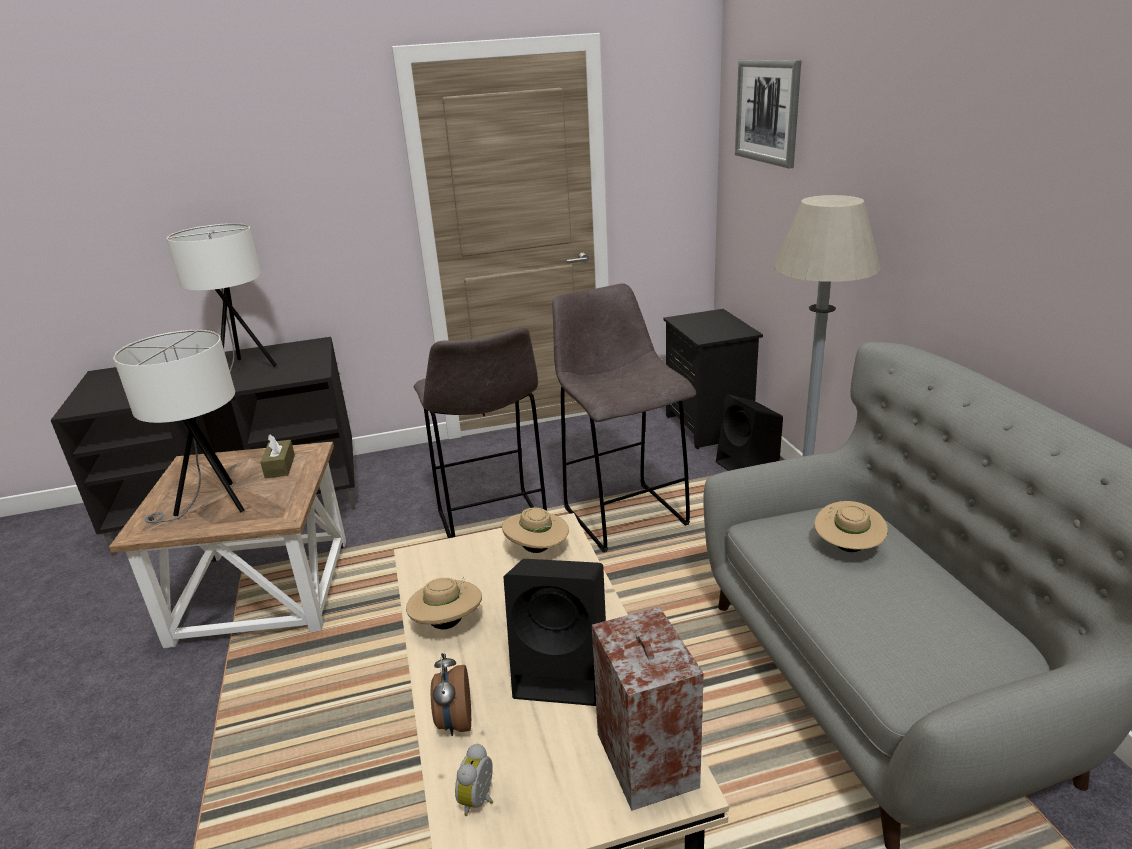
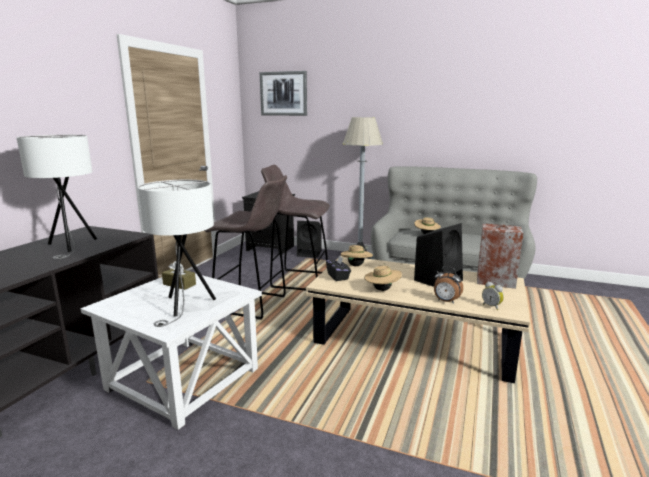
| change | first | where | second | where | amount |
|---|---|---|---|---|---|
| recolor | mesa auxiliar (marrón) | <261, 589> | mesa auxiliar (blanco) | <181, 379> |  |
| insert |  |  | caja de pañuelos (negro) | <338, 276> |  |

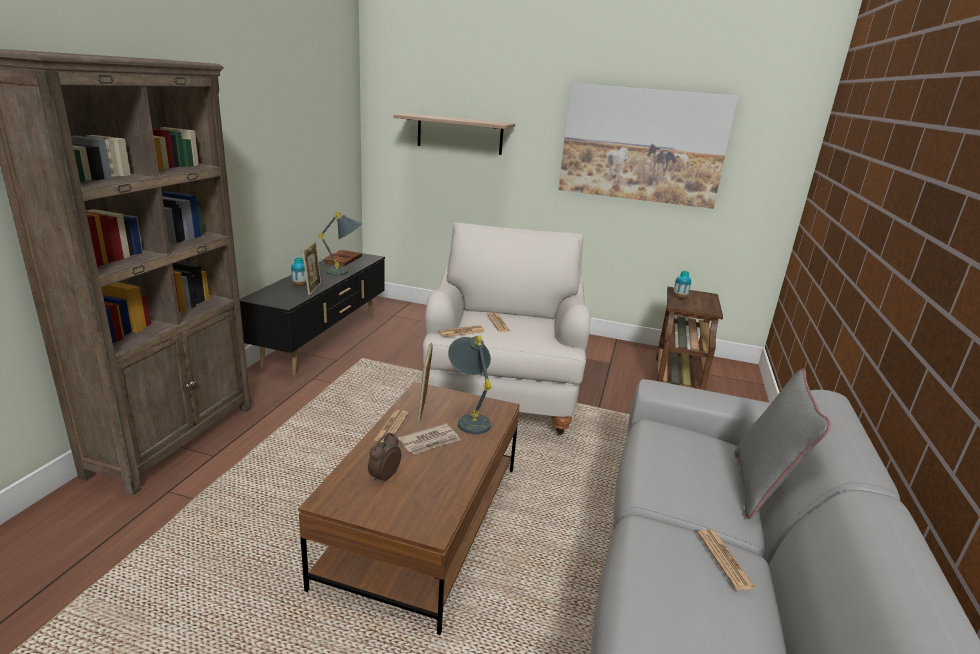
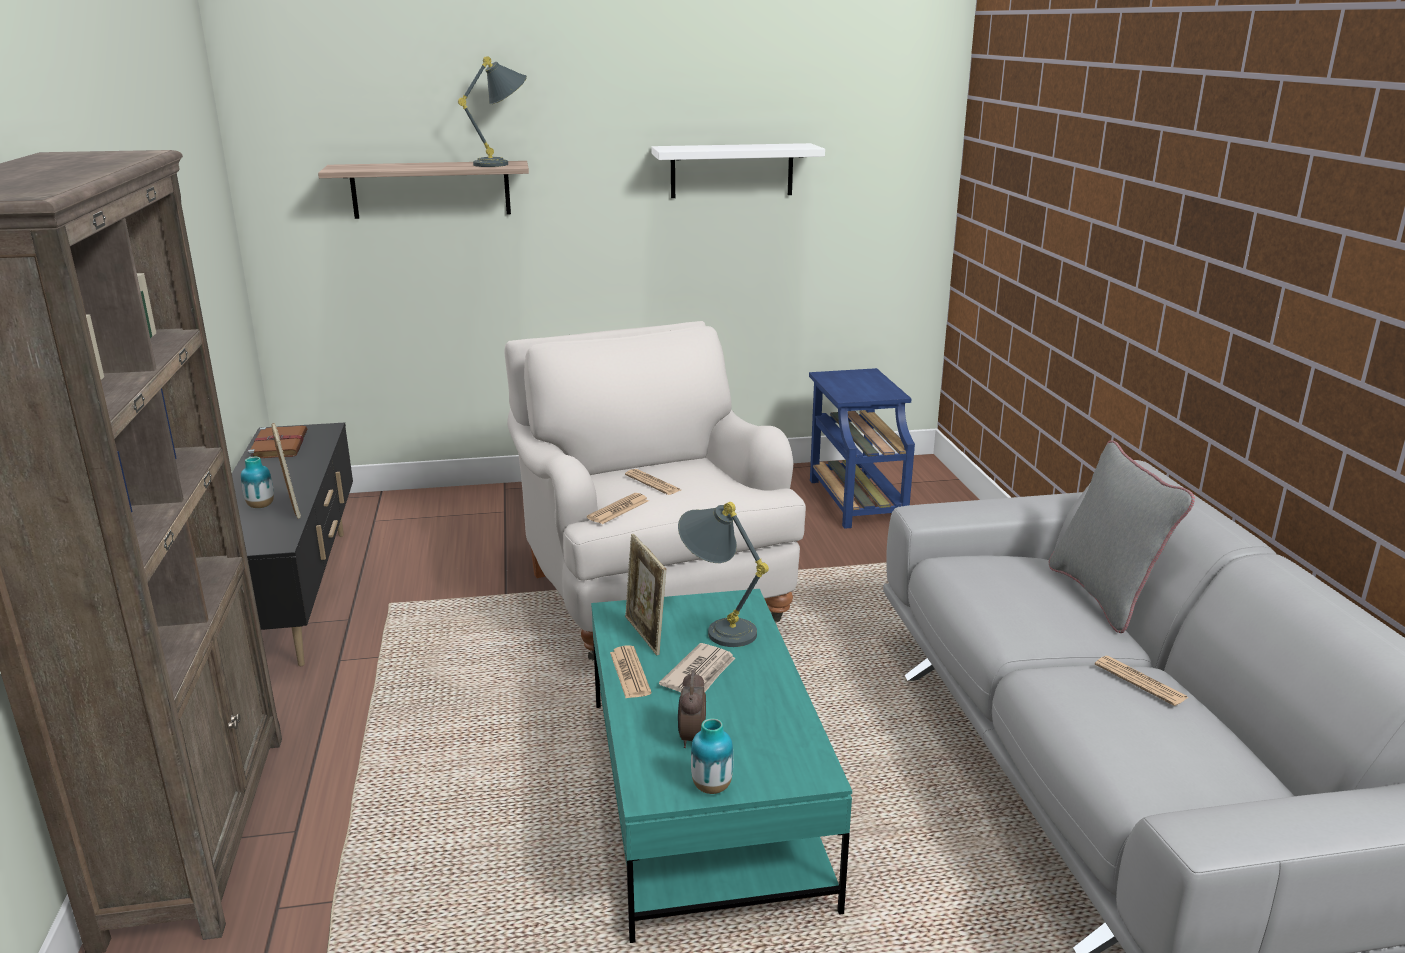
| change | first | where | second | where | amount |
|---|---|---|---|---|---|
| move | lámpara de mesa (gris) | <345, 272> |  | <503, 164> |  |
| recolor | mesa de centro (marrón) | <424, 523> | mesa de centro (turquesa) | <704, 797> |  |
| replace | cuadro | <642, 145> | estante (blanco) | <732, 170> |  |
| move | florero | <679, 297> |  | <711, 787> |  |
| recolor | mesa auxiliar (marrón) | <677, 378> | mesa auxiliar (azul) | <855, 500> |  |

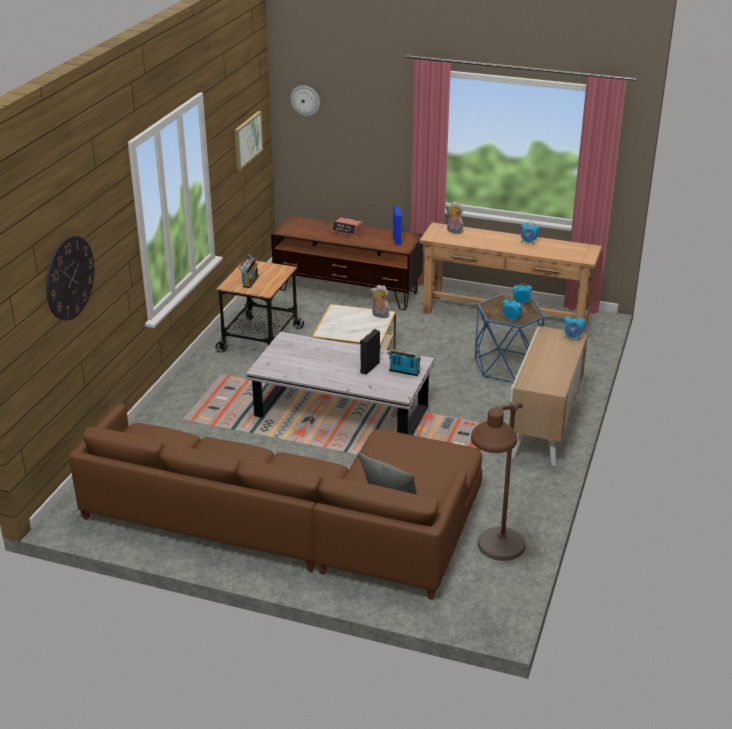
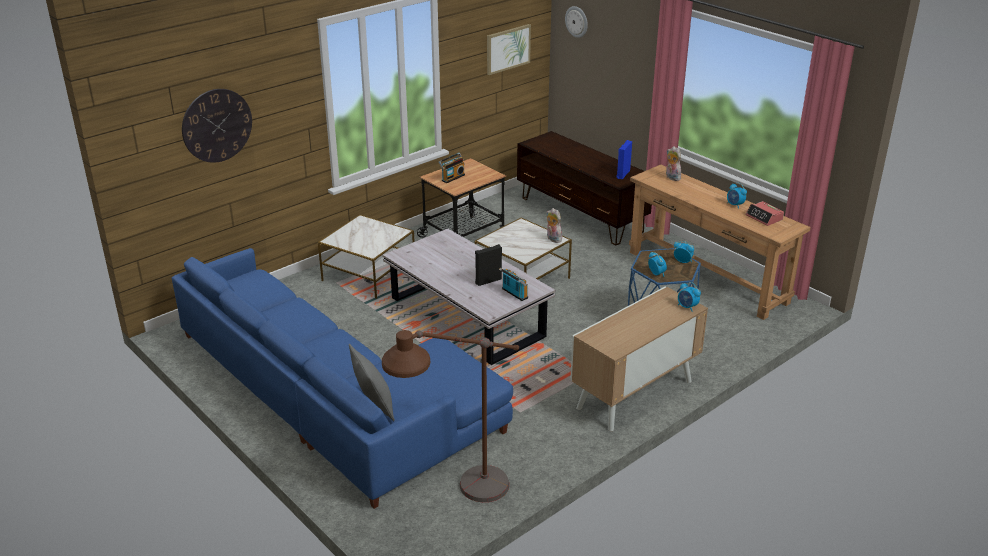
| change | first | where | second | where | amount |
|---|---|---|---|---|---|
| recolor | sofá (marrón) | <296, 523> | sofá (azul) | <333, 398> |  |
| insert |  |  | mesa auxiliar | <369, 274> |  |
| move | despertador | <347, 230> |  | <764, 217> |  |

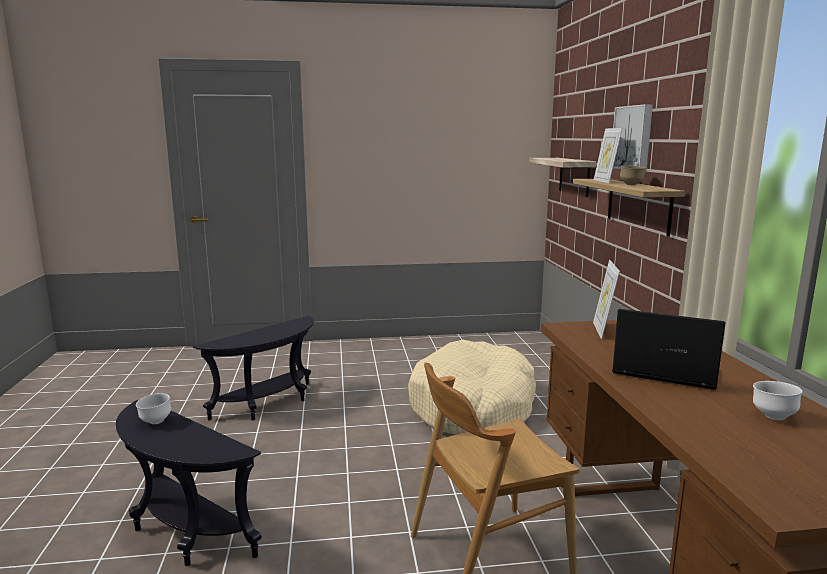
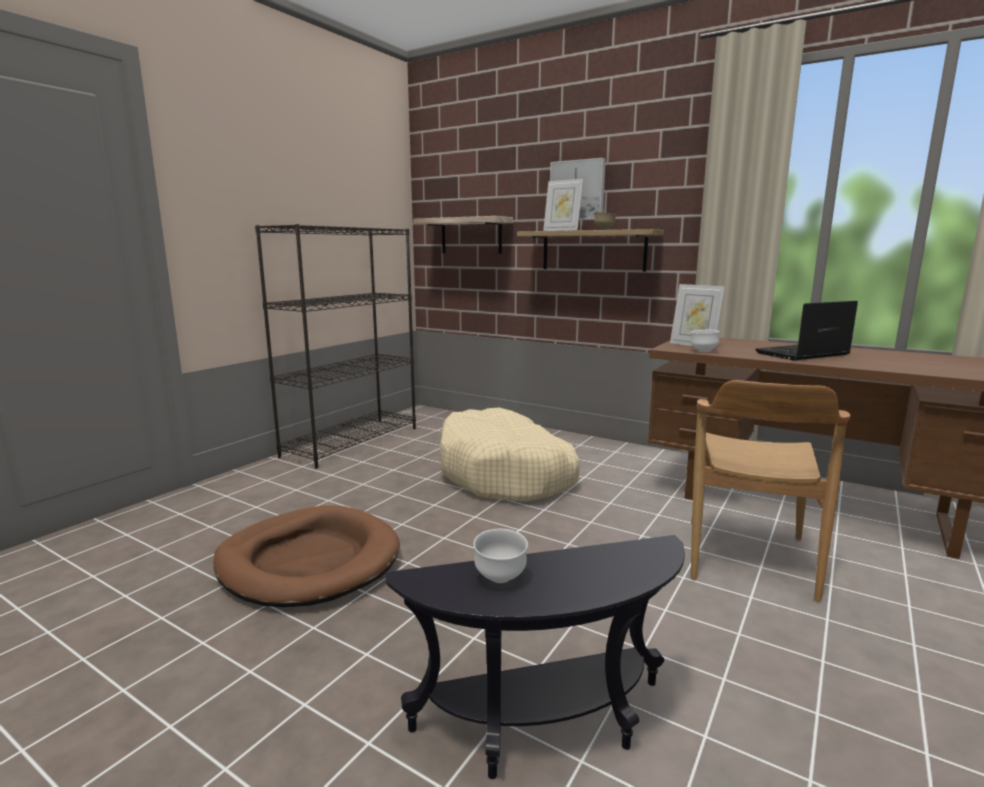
| change | first | where | second | where | amount |
|---|---|---|---|---|---|
| replace | mesa auxiliar (negro) | <269, 404> | cama para perro (marrón) | <309, 561> |  |
| insert |  |  | estantería (negro) | <352, 441> |  |
| move | cuenco (blanco) | <772, 417> |  | <703, 351> |  |

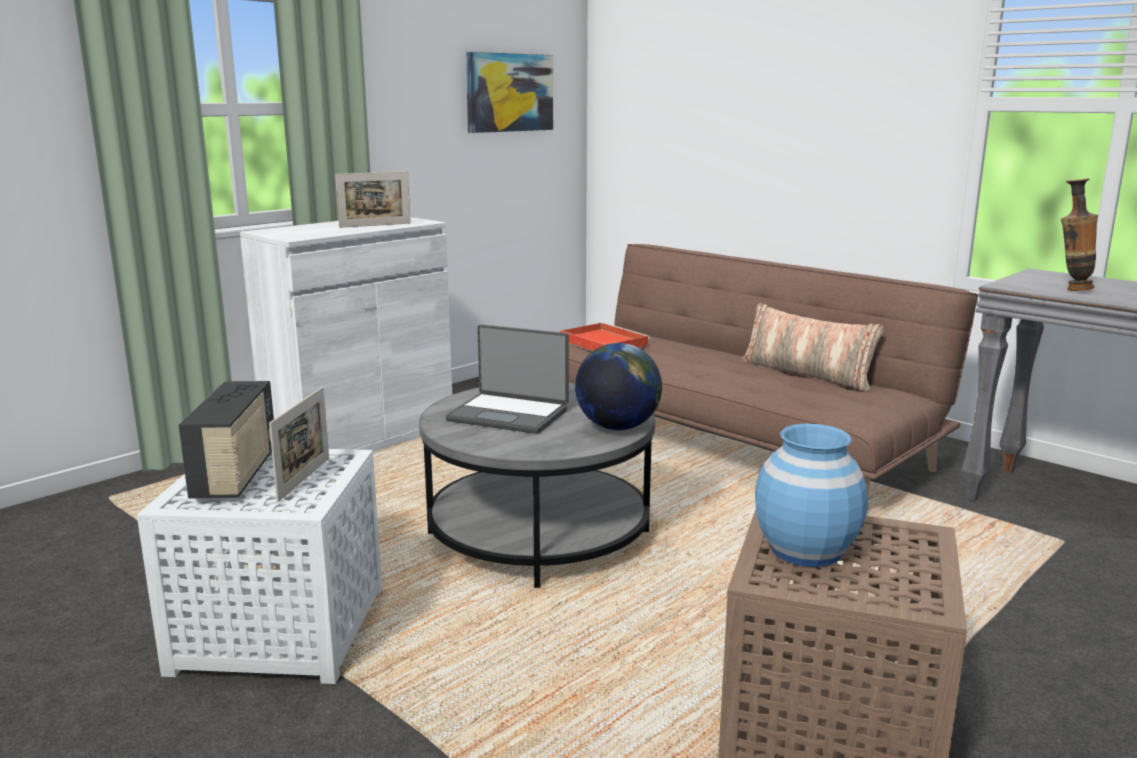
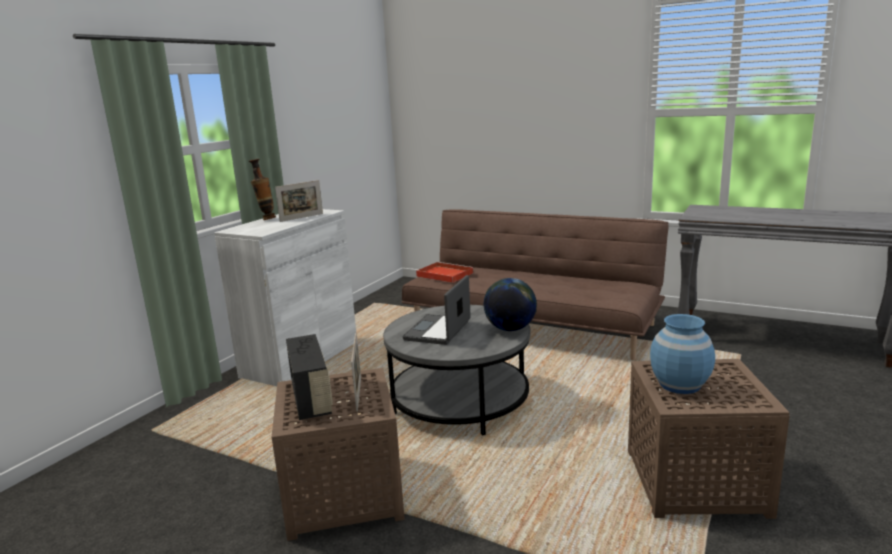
| change | first | where | second | where | amount |
|---|---|---|---|---|---|
| move | florero | <1071, 289> |  | <266, 219> |  |
| recolor | mesa auxiliar (blanco) | <278, 629> | mesa auxiliar (marrón) | <341, 493> |  |
| rotate | portátil | <509, 415> |  | <439, 331> | 105 degrees clockwise |
| delete | cuadro | <509, 92> |  |  |  |
| delete | cojín | <807, 373> |  |  |  |

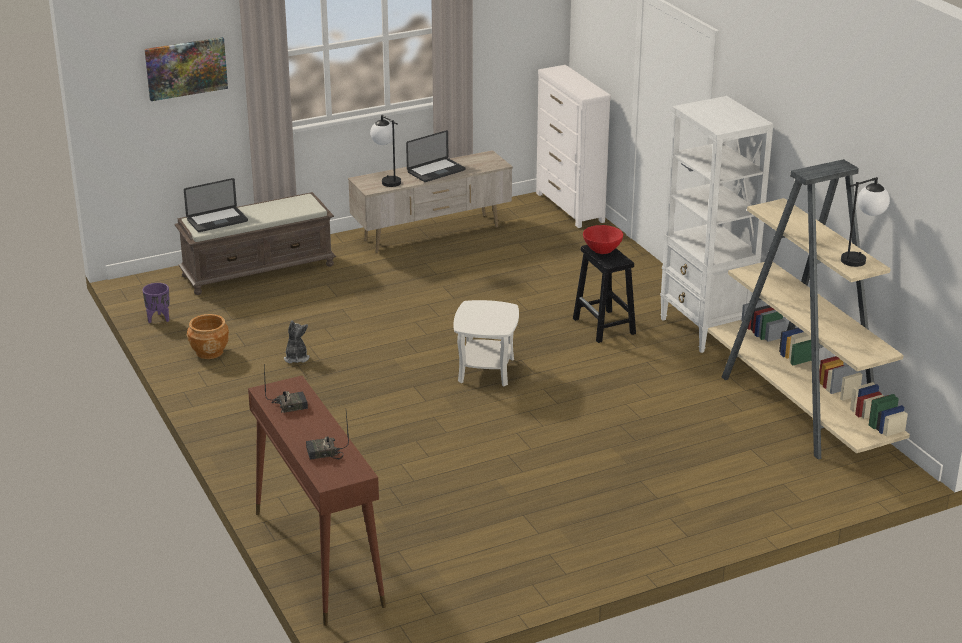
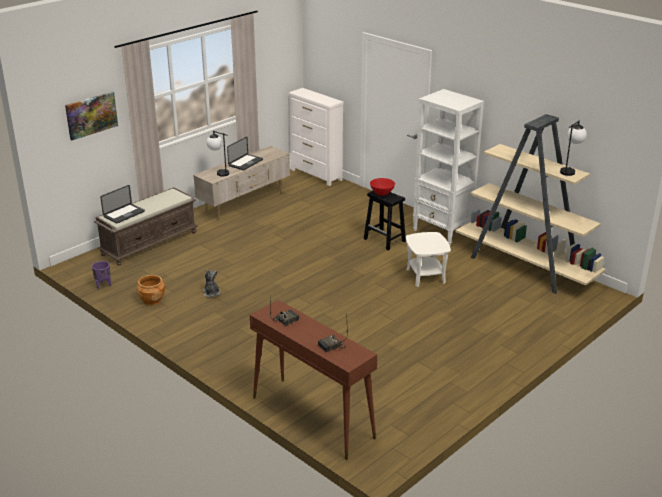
| change | first | where | second | where | amount |
|---|---|---|---|---|---|
| move | mesa auxiliar (blanco) | <486, 370> |  | <426, 276> |  |

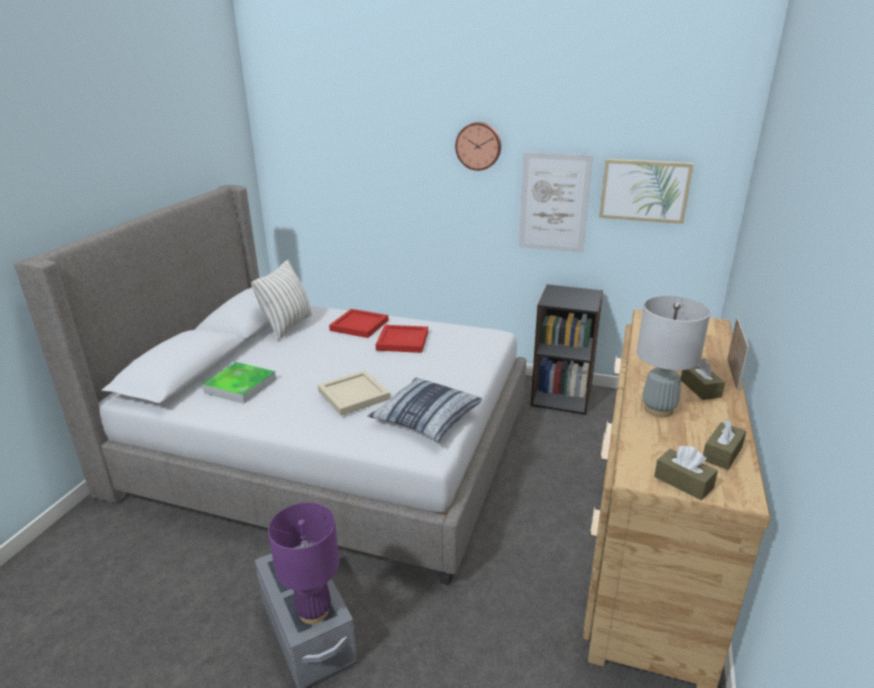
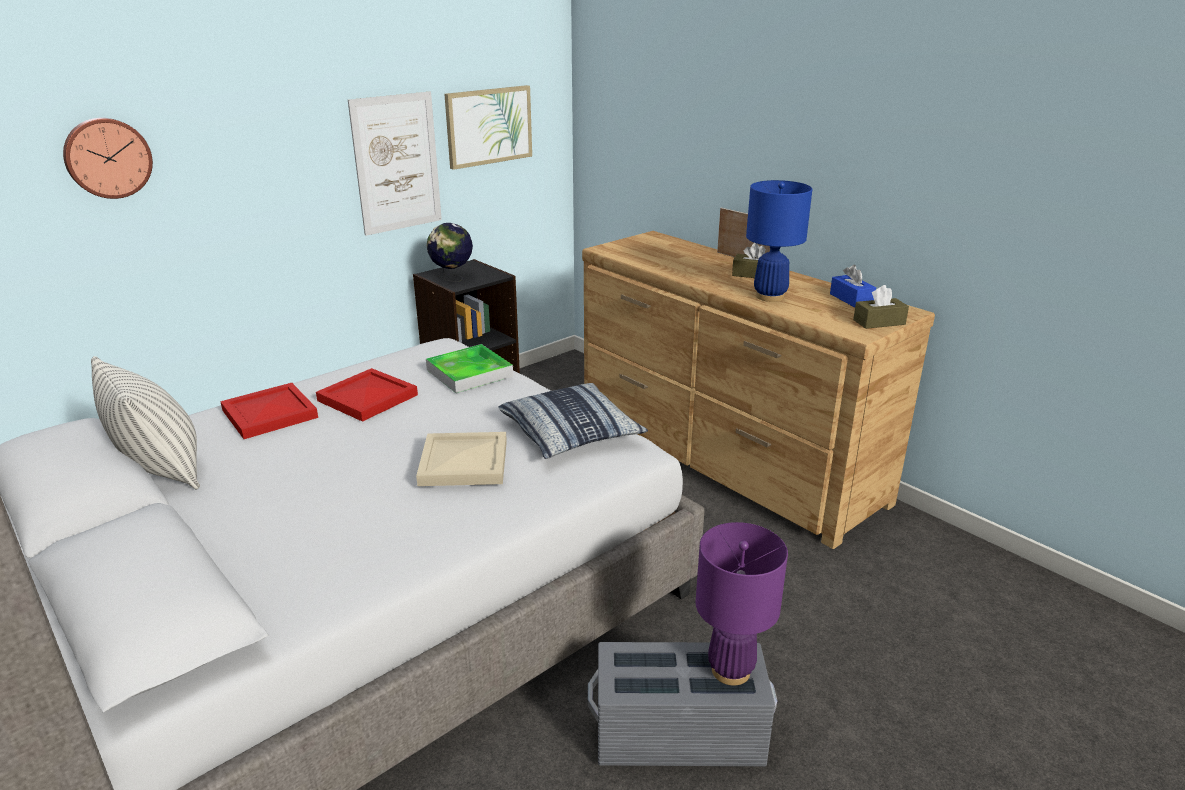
| change | first | where | second | where | amount |
|---|---|---|---|---|---|
| move | reloj de pared | <478, 146> |  | <107, 158> |  |
| move | bandeja | <240, 386> |  | <469, 373> |  |
| insert |  |  | globo terráqueo | <452, 279> |  |
| recolor | lámpara de mesa (gris) | <658, 409> | lámpara de mesa (azul) | <770, 296> |  |
| recolor | caja de pañuelos (marrón) | <722, 453> | caja de pañuelos (azul) | <851, 299> |  |

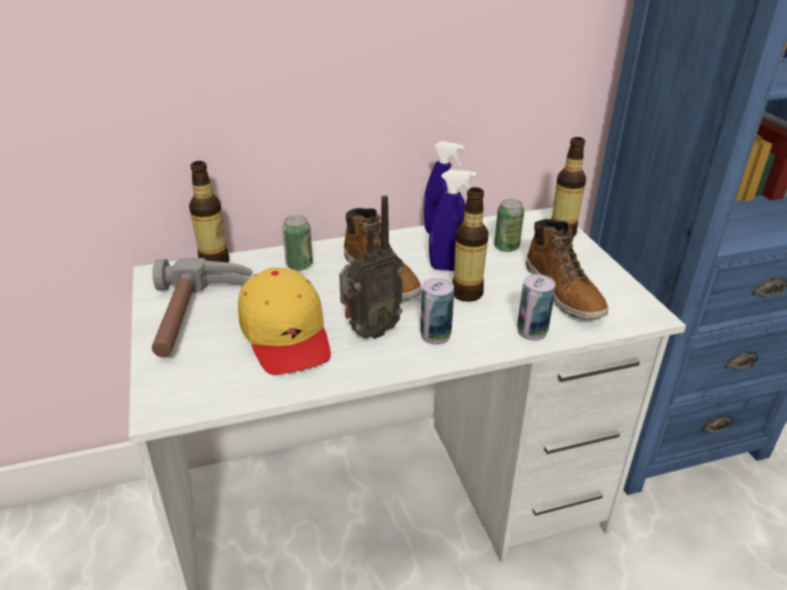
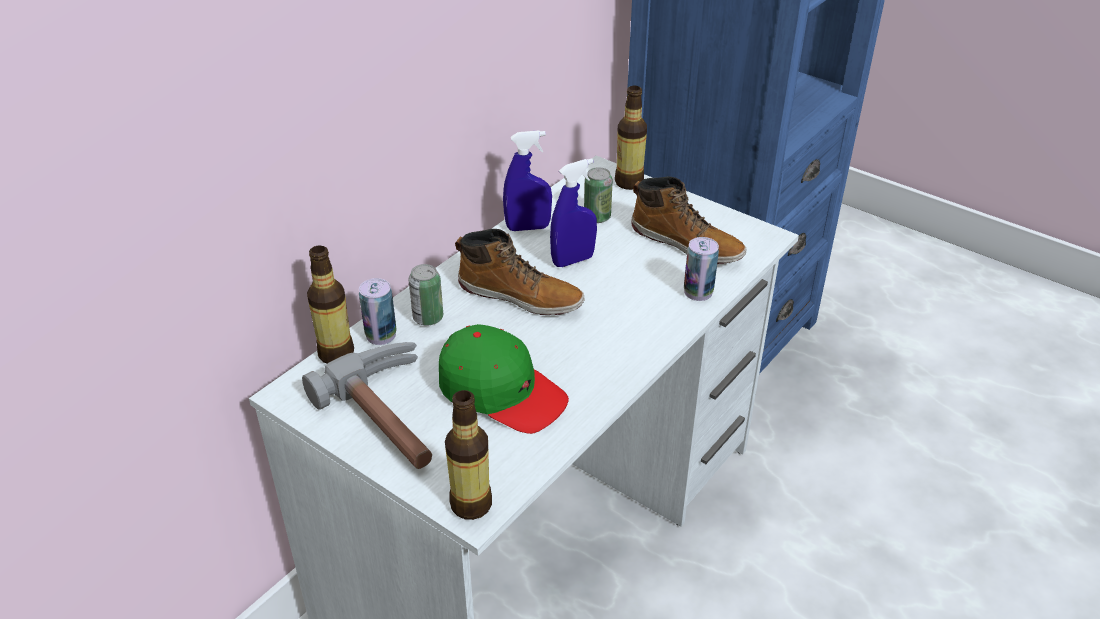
| change | first | where | second | where | amount |
|---|---|---|---|---|---|
| move | lata | <435, 335> |  | <381, 335> |  |
| recolor | gorra (amarillo) | <286, 334> | gorra (verde) | <501, 391> |  |
| move | botella | <467, 293> |  | <471, 504> |  |
| delete | radio | <369, 332> |  |  |  |

